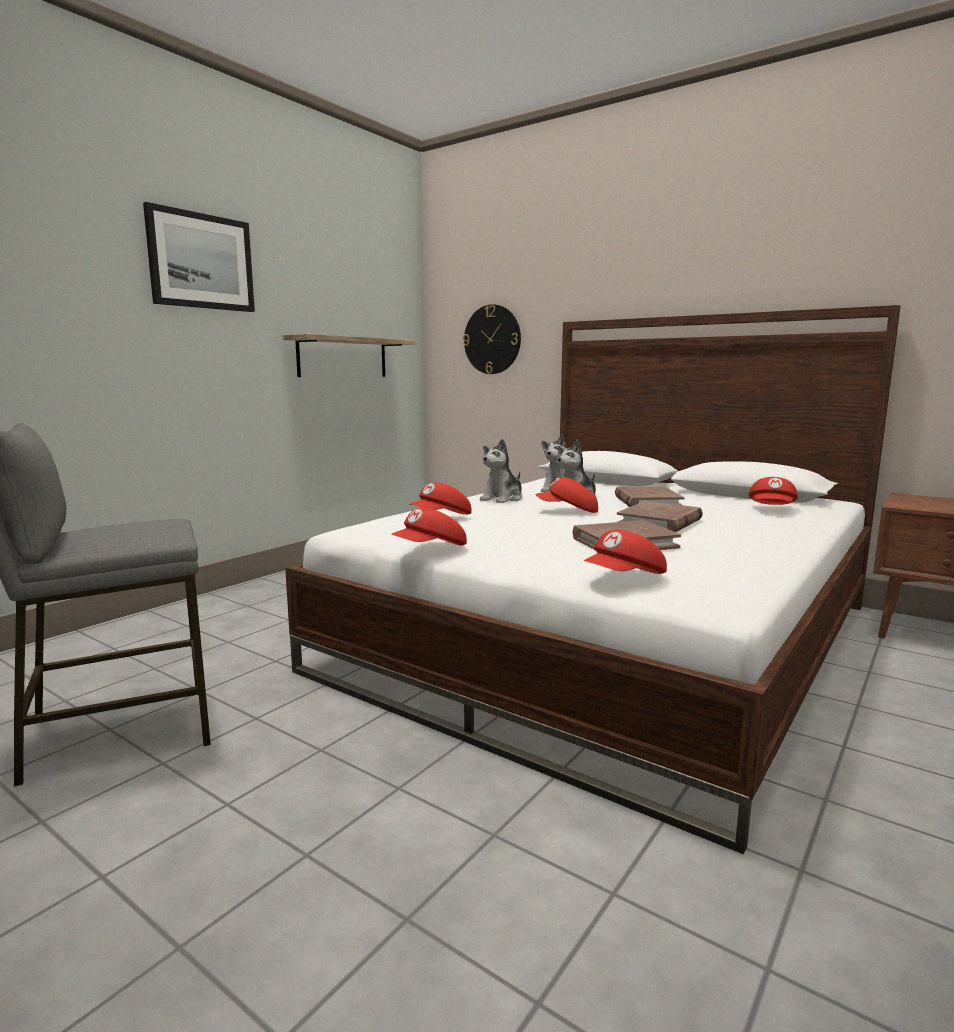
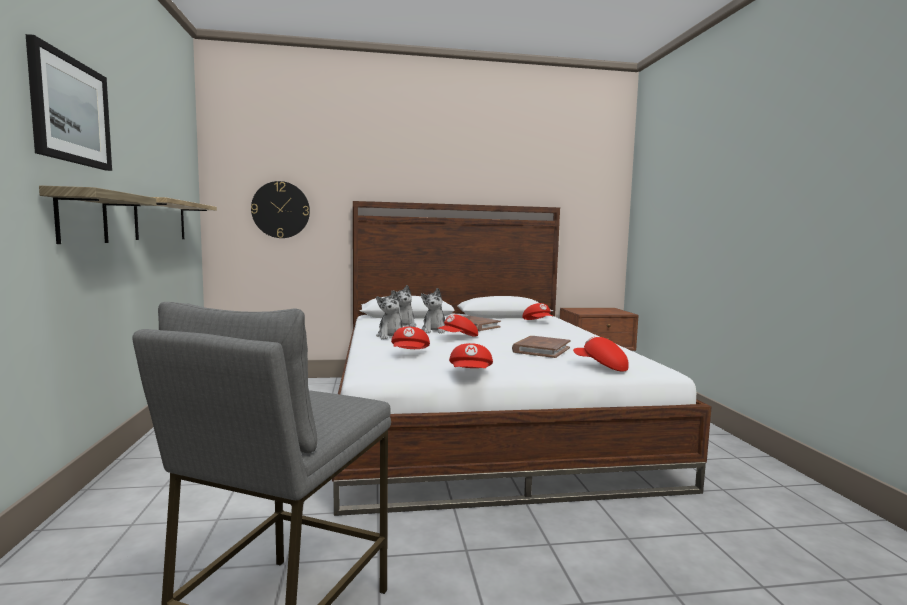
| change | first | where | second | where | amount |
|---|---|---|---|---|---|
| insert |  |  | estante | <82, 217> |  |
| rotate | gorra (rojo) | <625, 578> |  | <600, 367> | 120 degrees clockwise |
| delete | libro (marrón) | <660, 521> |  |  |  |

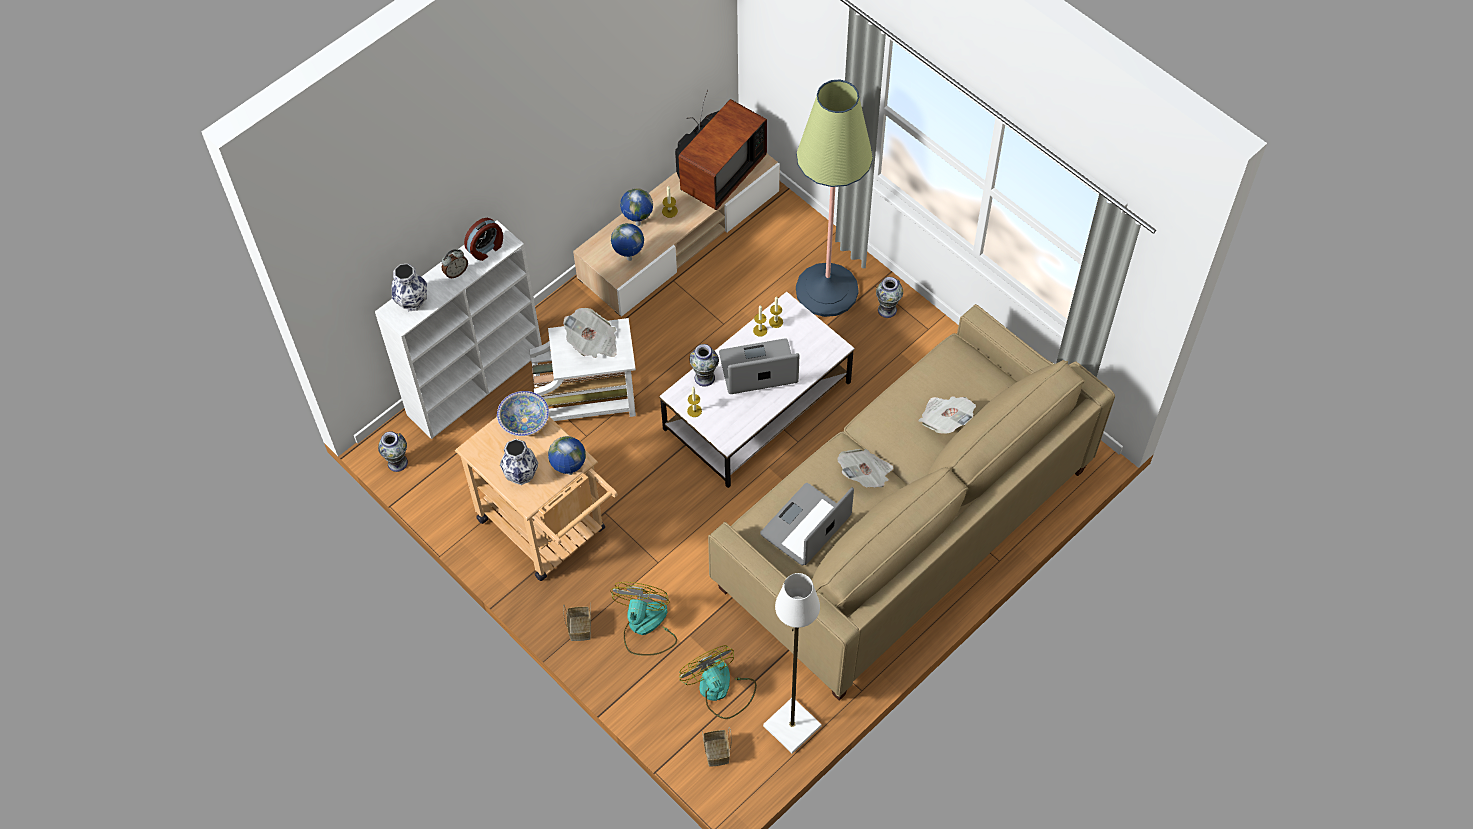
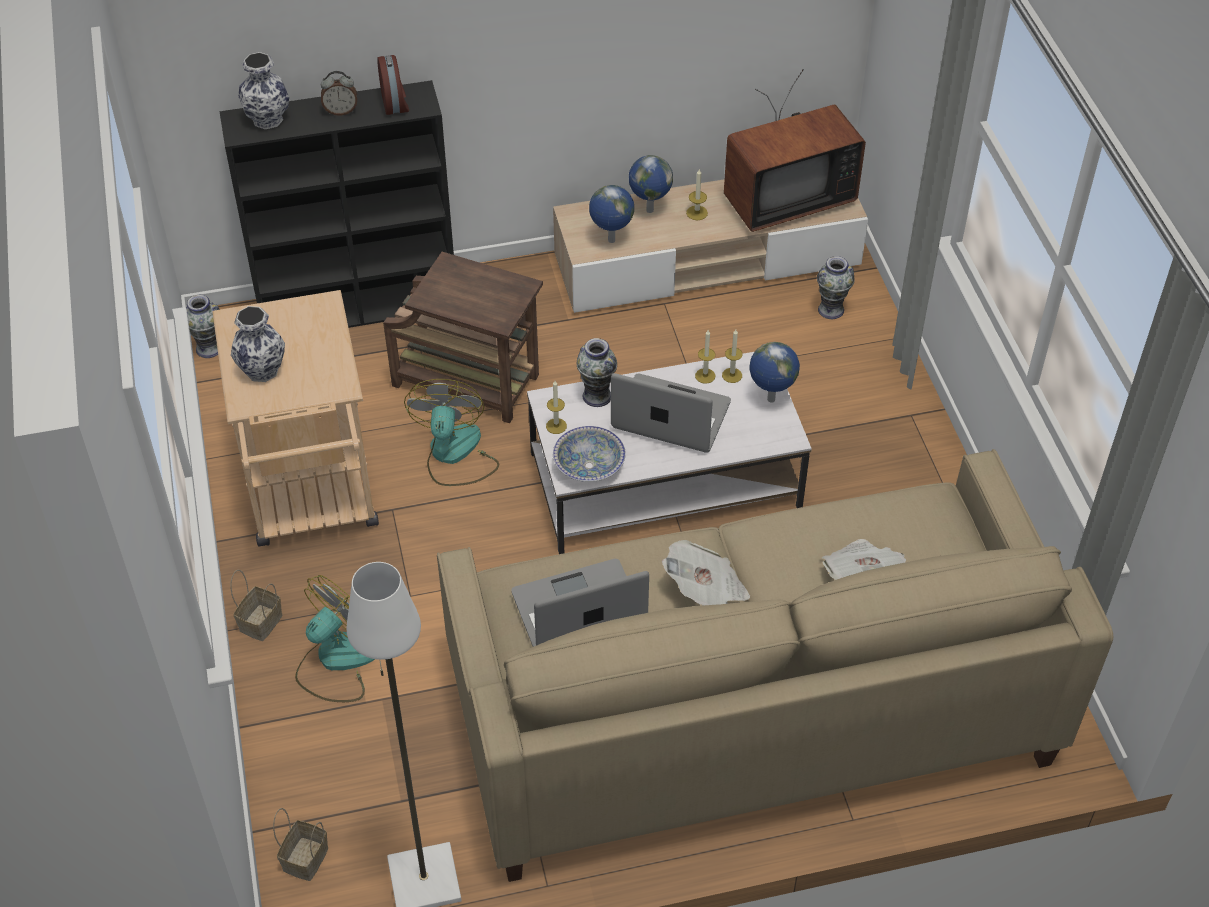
| change | first | where | second | where | amount |
|---|---|---|---|---|---|
| recolor | estantería (blanco) | <476, 381> | estantería (negro) | <360, 307> |  |
| rotate | despertador | <486, 248> |  | <395, 102> | 90 degrees counterclockwise |
| recolor | mesa auxiliar (blanco) | <589, 400> | mesa auxiliar (marrón) | <469, 382> |  |
| move | ventilador | <720, 690> |  | <454, 455> |  |
| move | cuenco | <524, 420> |  | <589, 466> |  |
| move | globo terráqueo | <569, 473> |  | <770, 400> |  |
| move | florero | <887, 309> |  | <831, 309> |  |
| delete | periódico | <593, 342> |  |  |  |
| delete | lámpara de pie | <827, 290> |  |  |  |

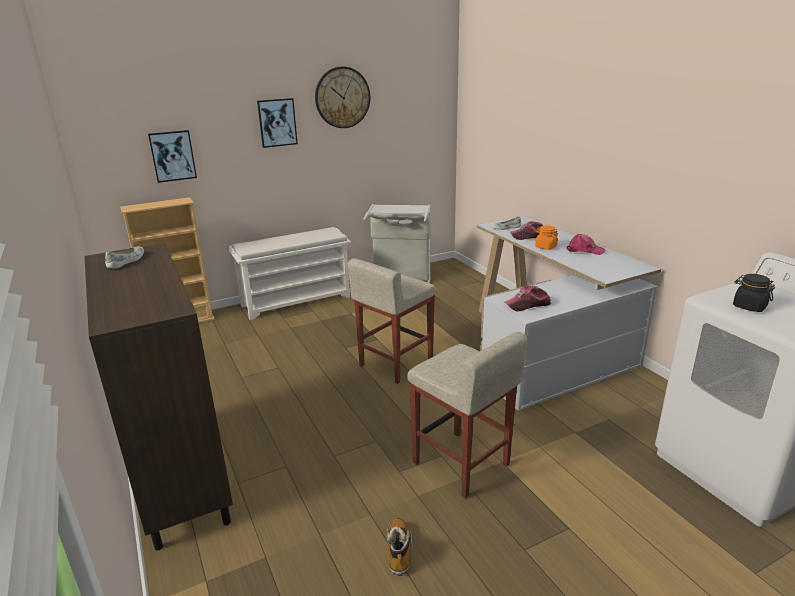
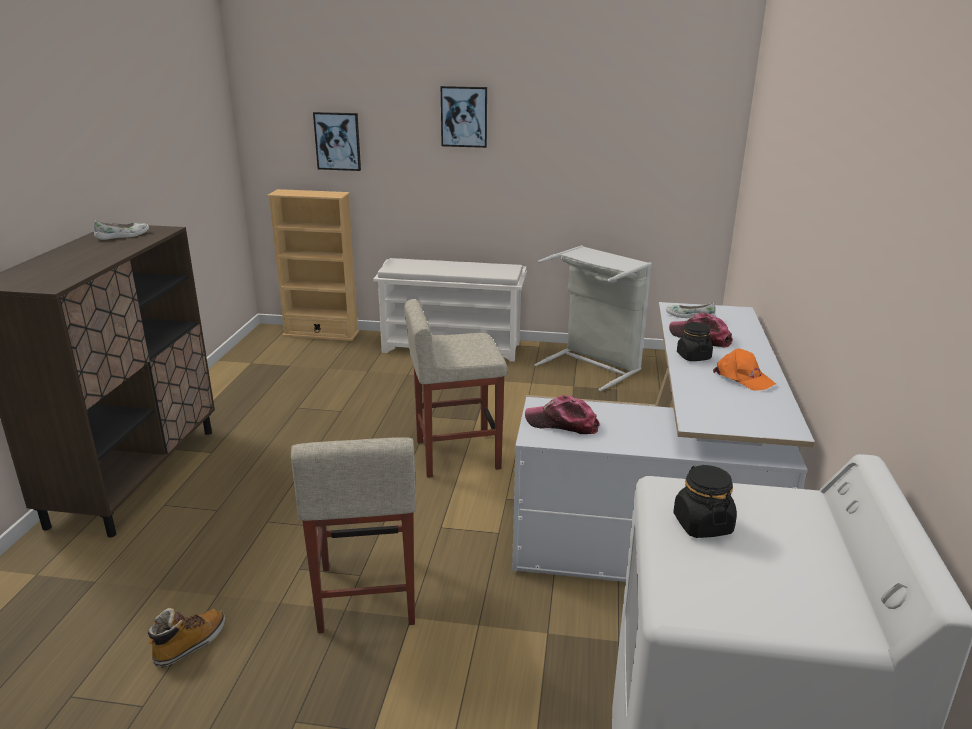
| change | first | where | second | where | amount |
|---|---|---|---|---|---|
| recolor | tarro (naranja) | <545, 247> | tarro (negro) | <693, 356> |  |
| recolor | gorra (rosa) | <584, 250> | gorra (naranja) | <743, 378> |  |
| delete | reloj de pared | <342, 97> |  |  |  |

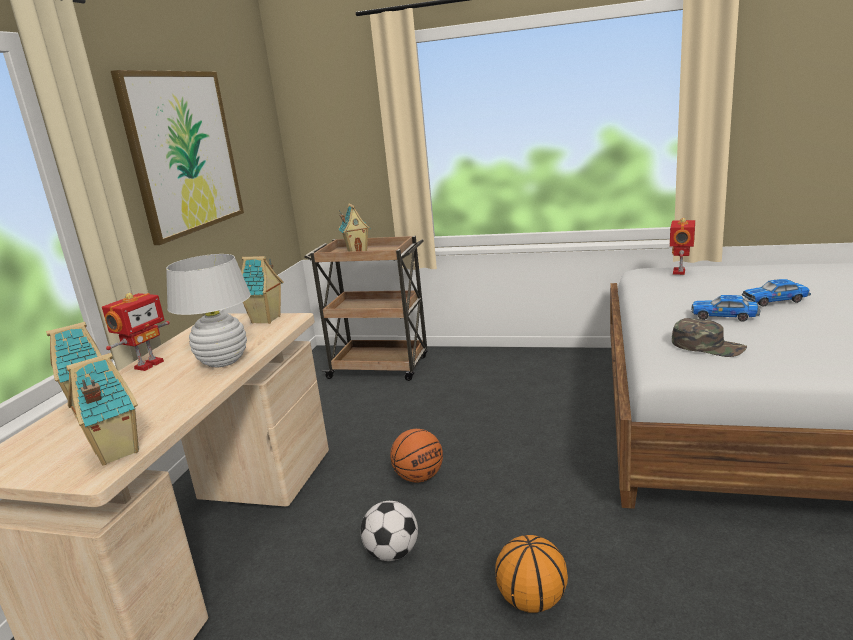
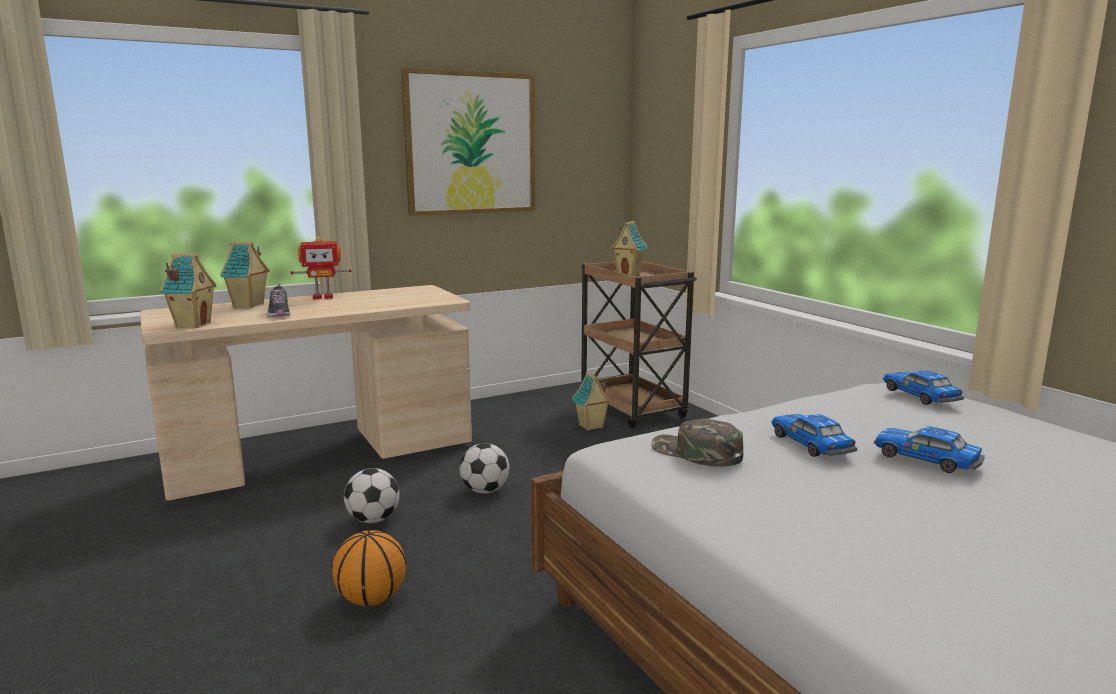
| change | first | where | second | where | amount |
|---|---|---|---|---|---|
| insert |  |  | zapato | <279, 313> |  |
| replace | balón de baloncesto | <419, 477> | balón de fútbol | <485, 491> |  |
| move | casita | <266, 320> |  | <591, 427> |  |
| rotate | gorra (verde) | <708, 346> |  | <696, 452> | 135 degrees clockwise |
| replace | robot de juguete | <680, 272> | coche de juguete | <921, 396> |  |
| delete | lámpara de mesa (blanco) | <223, 361> |  |  |  |

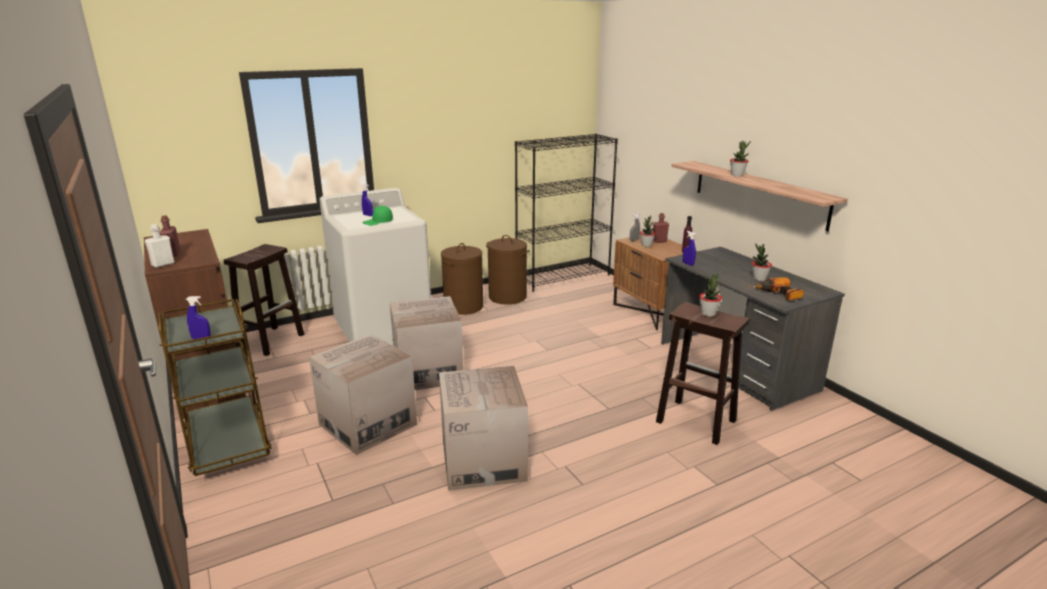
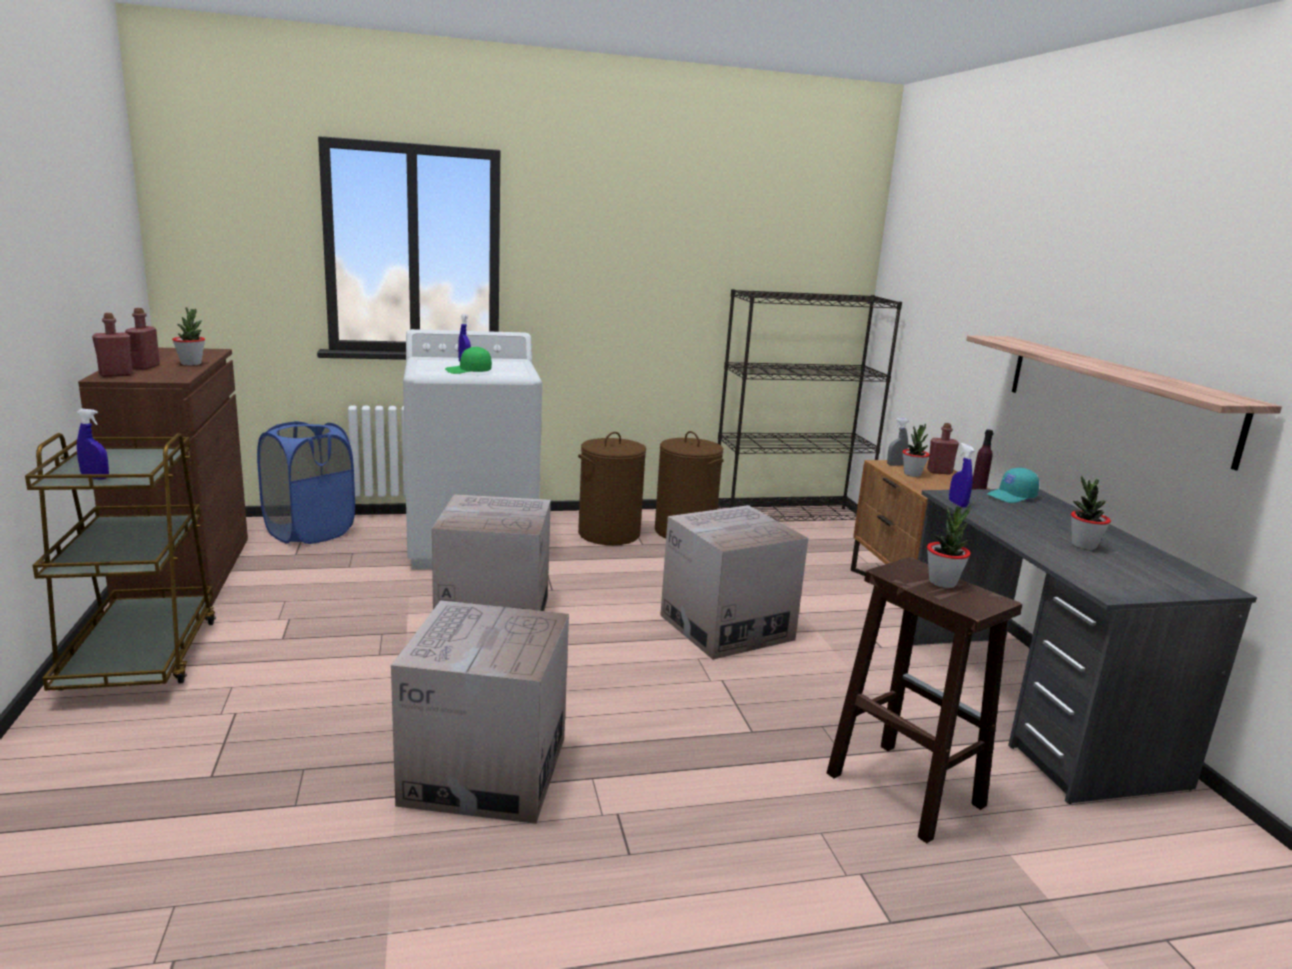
| change | first | where | second | where | amount |
|---|---|---|---|---|---|
| recolor | botella (blanco) | <163, 264> | botella (rojo) | <116, 375> |  |
| move | planta en maceta | <737, 175> |  | <191, 363> |  |
| replace | taburete (marrón) | <271, 340> | cesto de la ropa (azul) | <310, 532> |  |
| move | caja de cartón | <368, 424> |  | <726, 627> |  |
| insert |  |  | gorra (turquesa) | <1012, 497> |  |
| delete | taladro | <778, 295> |  |  |  |

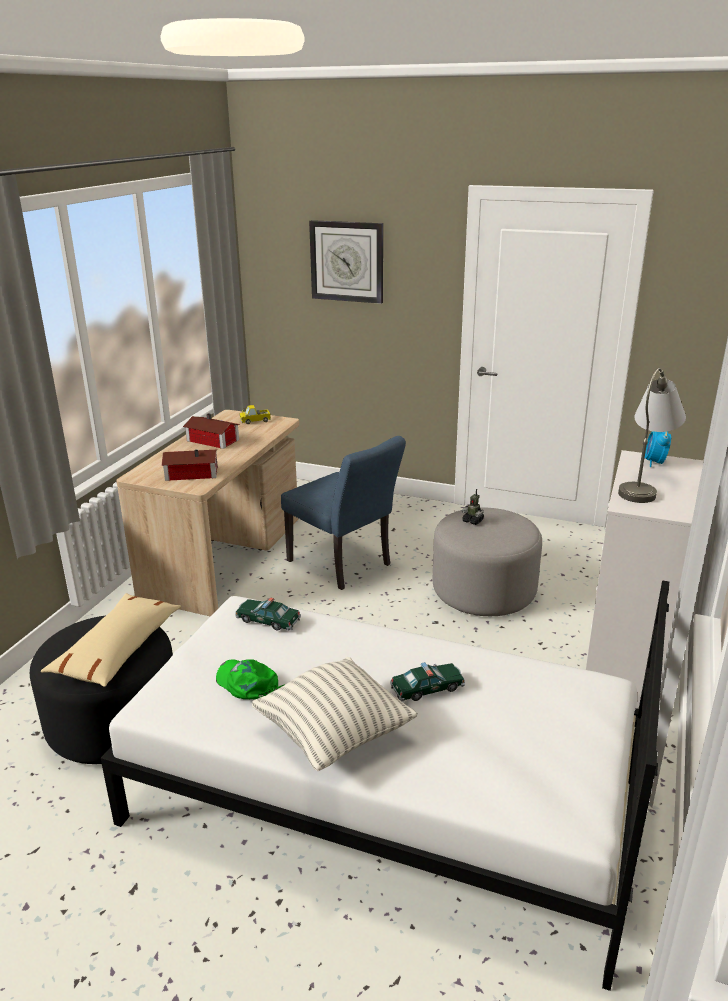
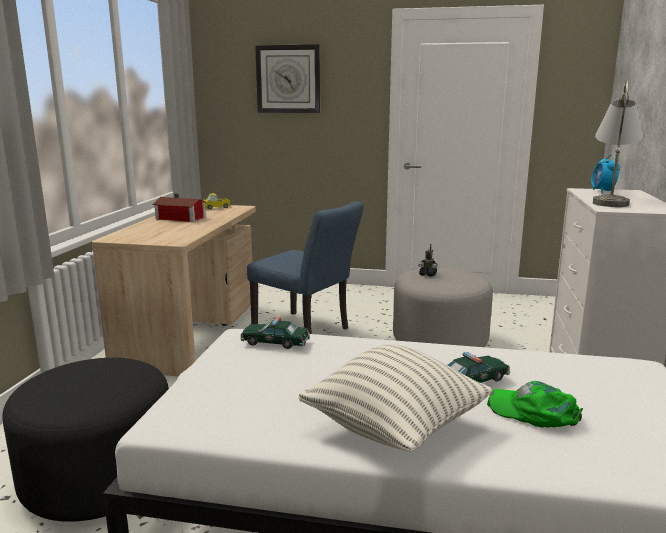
| change | first | where | second | where | amount |
|---|---|---|---|---|---|
| move | gorra (verde) | <248, 683> |  | <534, 412> |  |
| delete | cojín (beis) | <118, 650> |  |  |  |
| delete | casita | <190, 473> |  |  |  |

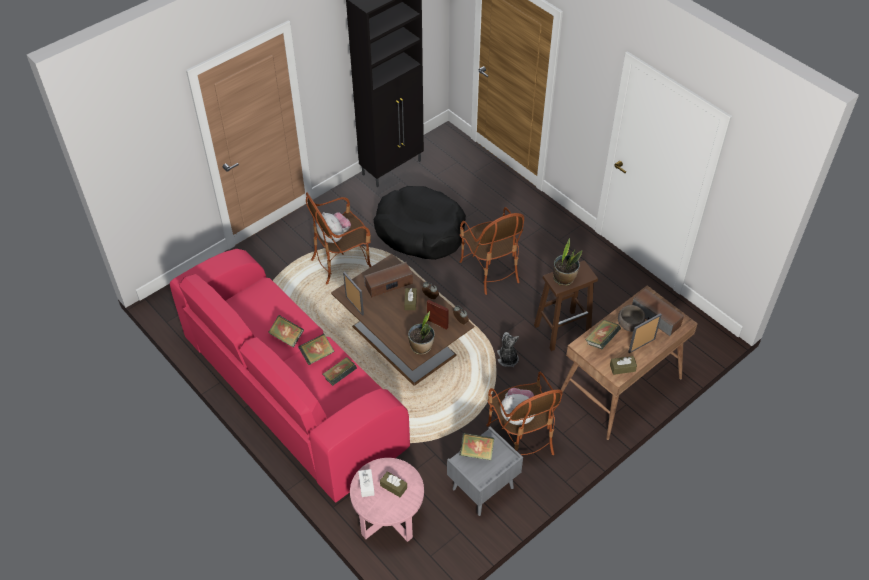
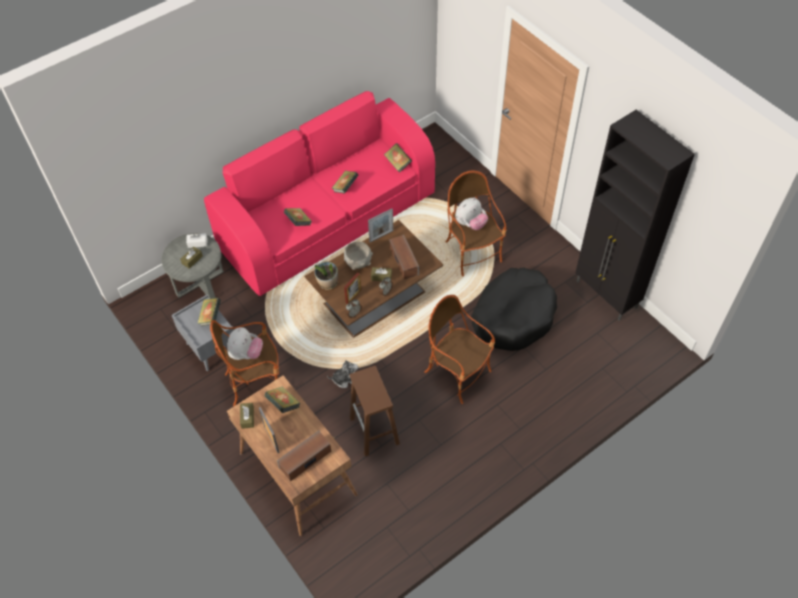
| change | first | where | second | where | amount |
|---|---|---|---|---|---|
| recolor | mesa auxiliar (rosa) | <389, 517> | mesa auxiliar (gris) | <200, 283> |  |
| insert |  |  | cuenco (gris) | <358, 263> |  |
| move | libro | <317, 355> |  | <398, 163> |  |
| rotate | sillón | <490, 270> |  | <457, 373> | 60 degrees clockwise |
| delete | planta en maceta | <564, 278> |  |  |  |
| delete | cuenco (marrón) | <629, 325> |  |  |  |

